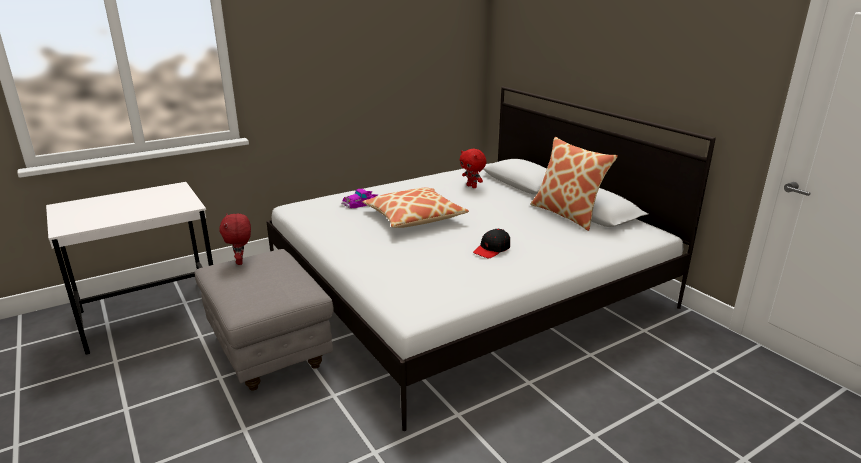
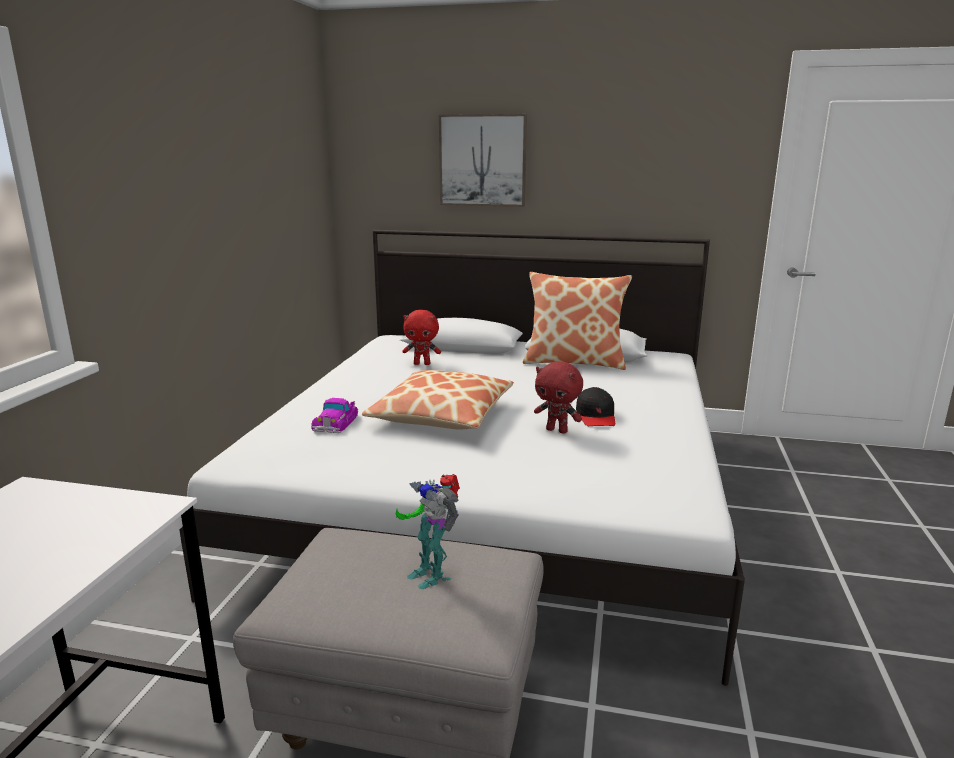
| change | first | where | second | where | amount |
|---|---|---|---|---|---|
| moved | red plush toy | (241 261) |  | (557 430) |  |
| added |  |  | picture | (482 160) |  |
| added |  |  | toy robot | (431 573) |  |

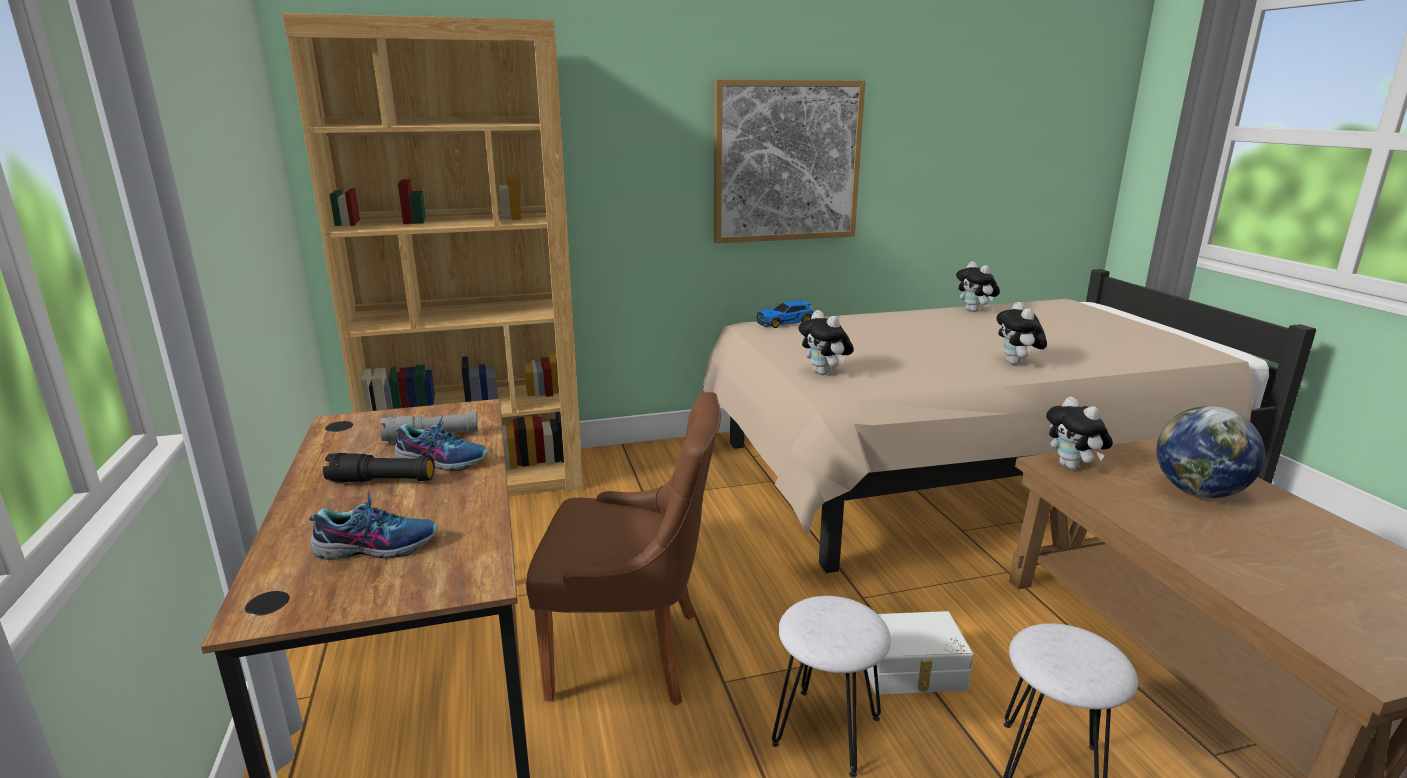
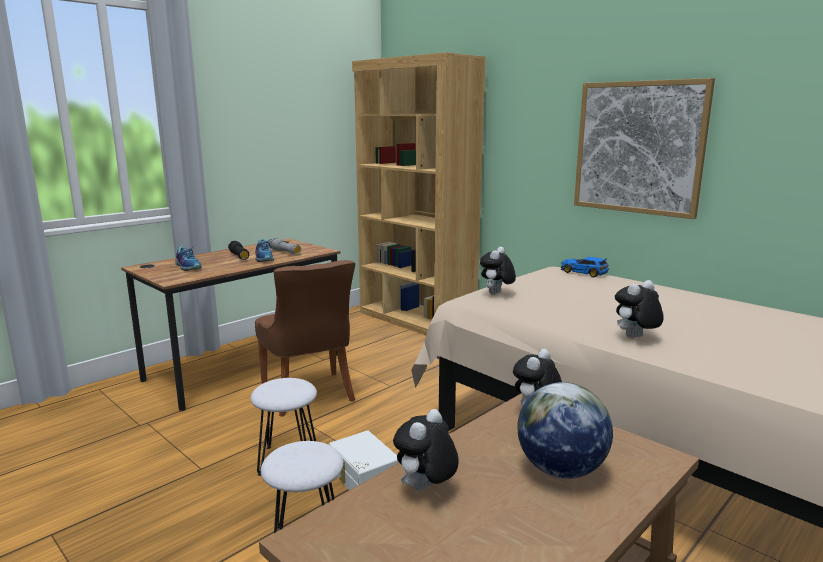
| change | first | where | second | where | amount |
|---|---|---|---|---|---|
| moved | plush toy | (974 311) |  | (425 489) |  |

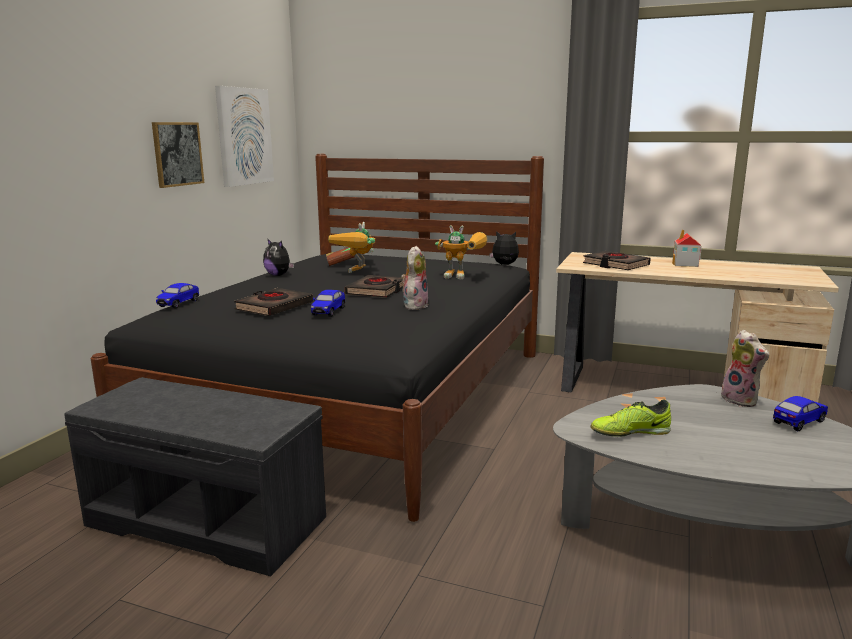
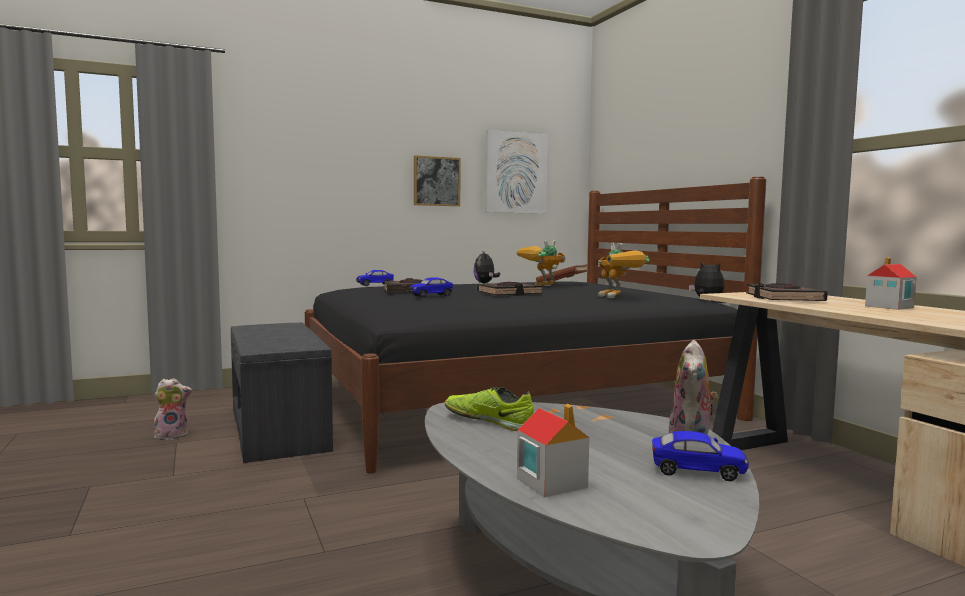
| change | first | where | second | where | amount |
|---|---|---|---|---|---|
| moved | plush toy | (414 305) |  | (172 435) |  |
| added |  |  | toy house | (551 482) |  |

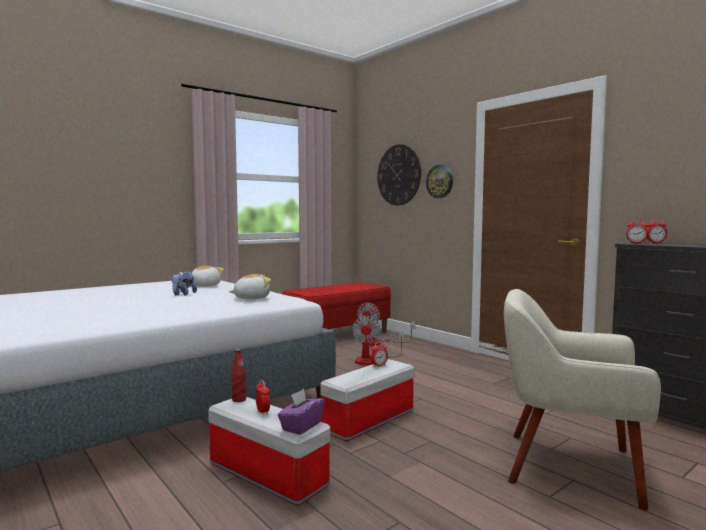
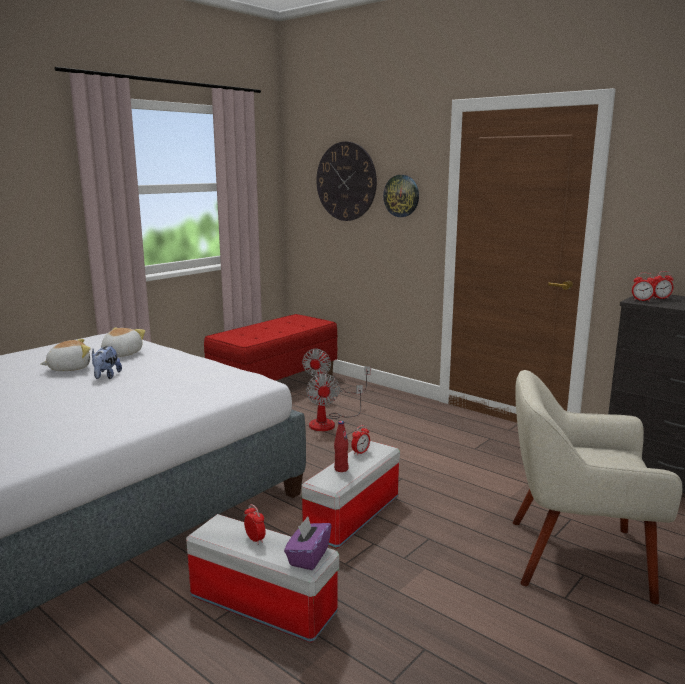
| change | first | where | second | where | amount |
|---|---|---|---|---|---|
| moved | plush toy | (251 298) |  | (69 368) |  |
| moved | red bottle | (239 399) |  | (341 469) |  |

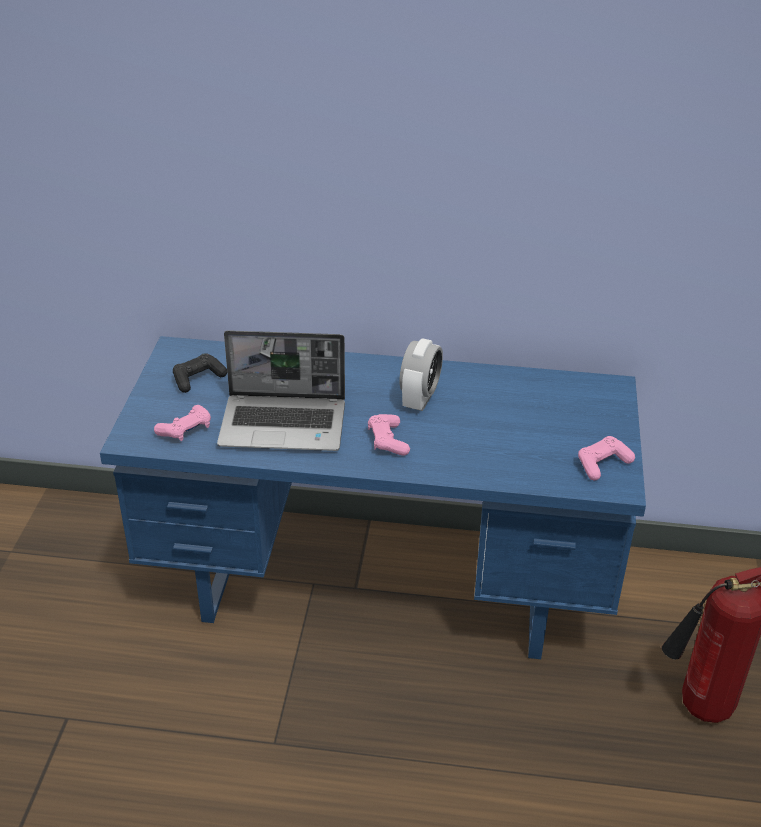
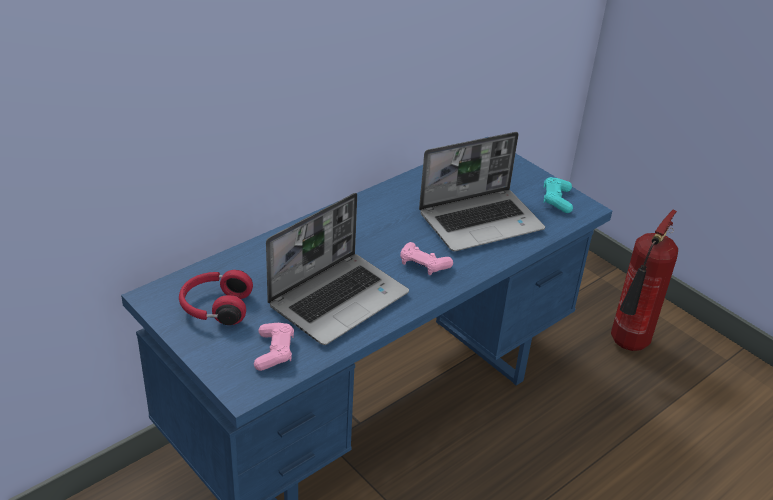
| change | first | where | second | where | amount |
|---|---|---|---|---|---|
| removed | alarm clock | (419 399) |  |  |  |
| replaced | black game controller | (198 379) | red headphones | (215 308) |  |
| recoloured | pink game controller | (602 464) | turquoise game controller | (556 200) |  |
| added |  |  | laptop | (481 221) |  |

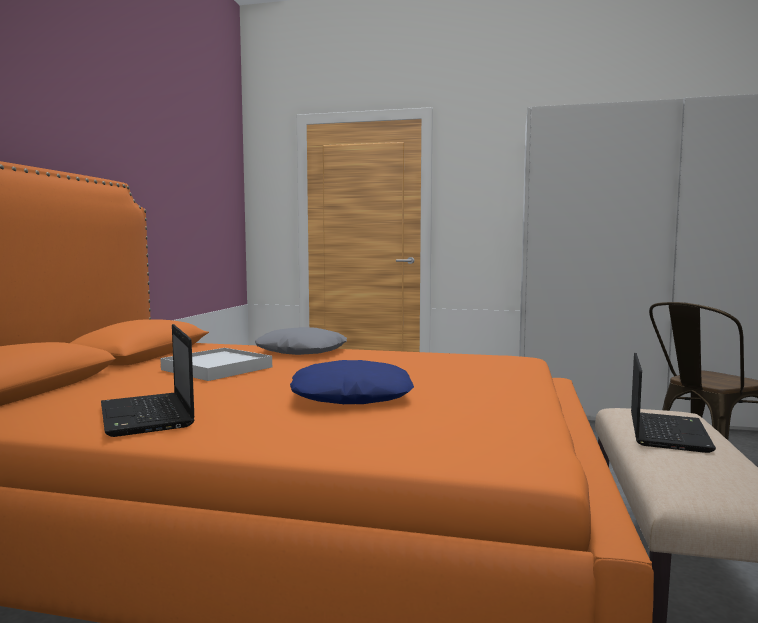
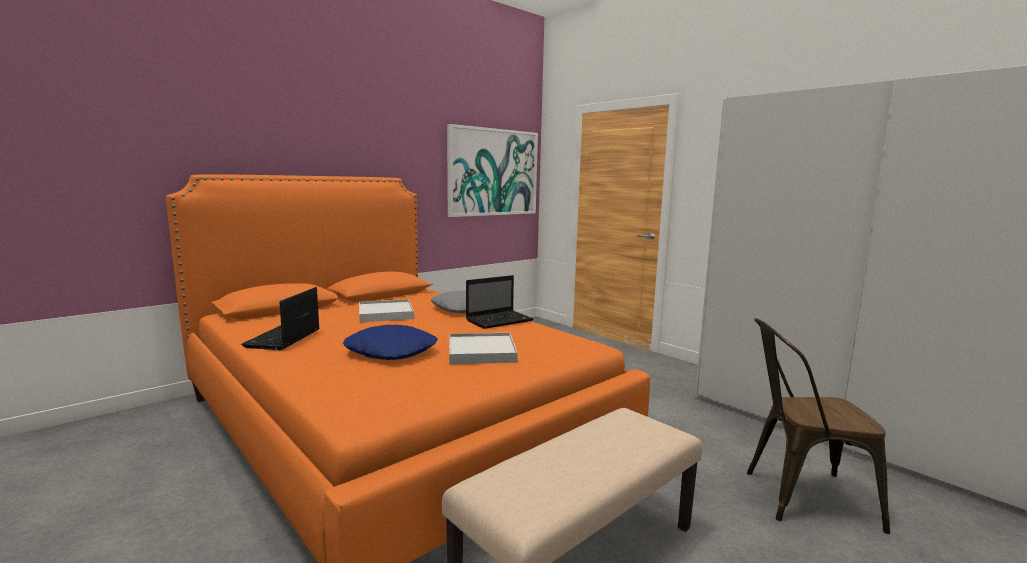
| change | first | where | second | where | amount |
|---|---|---|---|---|---|
| moved | laptop | (666 432) |  | (500 320) |  |
| added |  |  | picture | (493 172) |  |
| added |  |  | white tray | (481 352) |  |

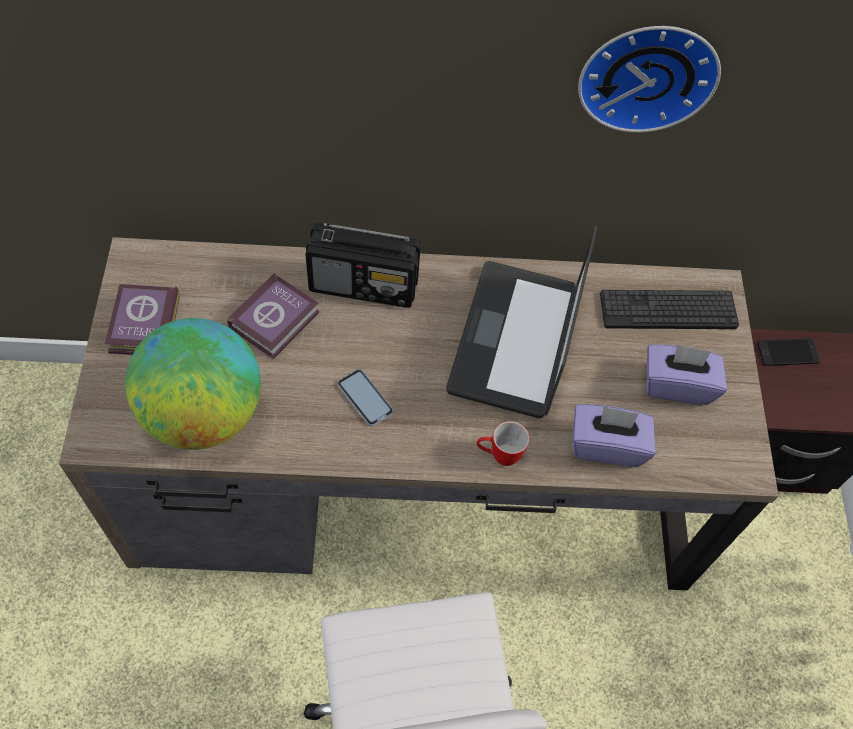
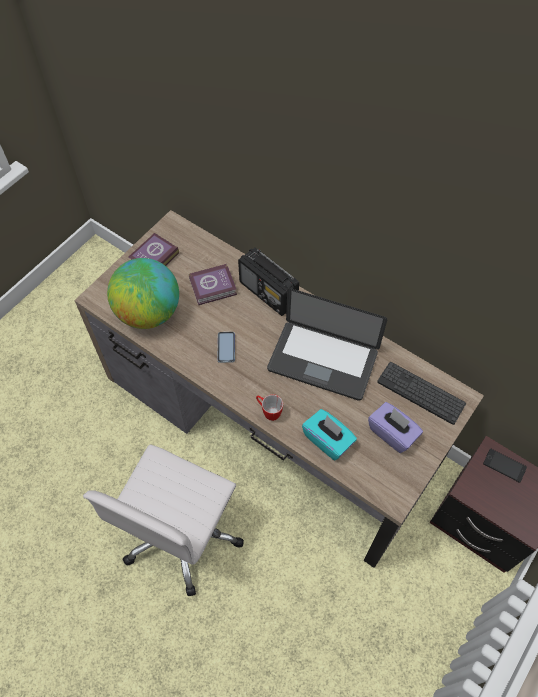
| change | first | where | second | where | amount |
|---|---|---|---|---|---|
| removed | wall clock | (647 73) |  |  |  |
| turned | laptop | (514 340) |  | (322 361) | 120 degrees counterclockwise |
| recoloured | purple tissue box | (606 445) | turquoise tissue box | (328 440) |  |

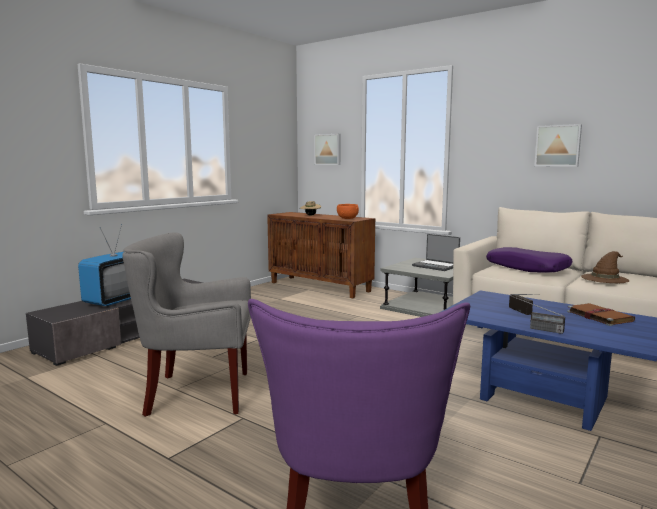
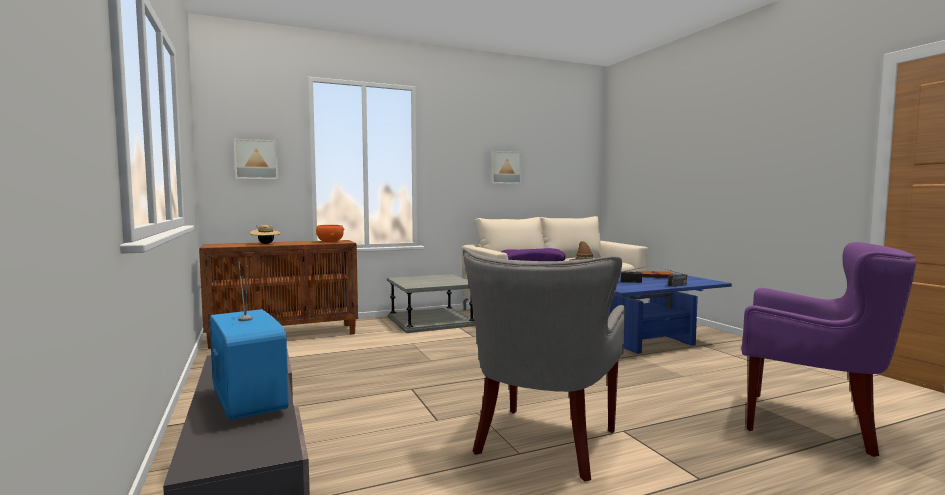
| change | first | where | second | where | amount |
|---|---|---|---|---|---|
| removed | laptop | (435 266) |  |  |  |

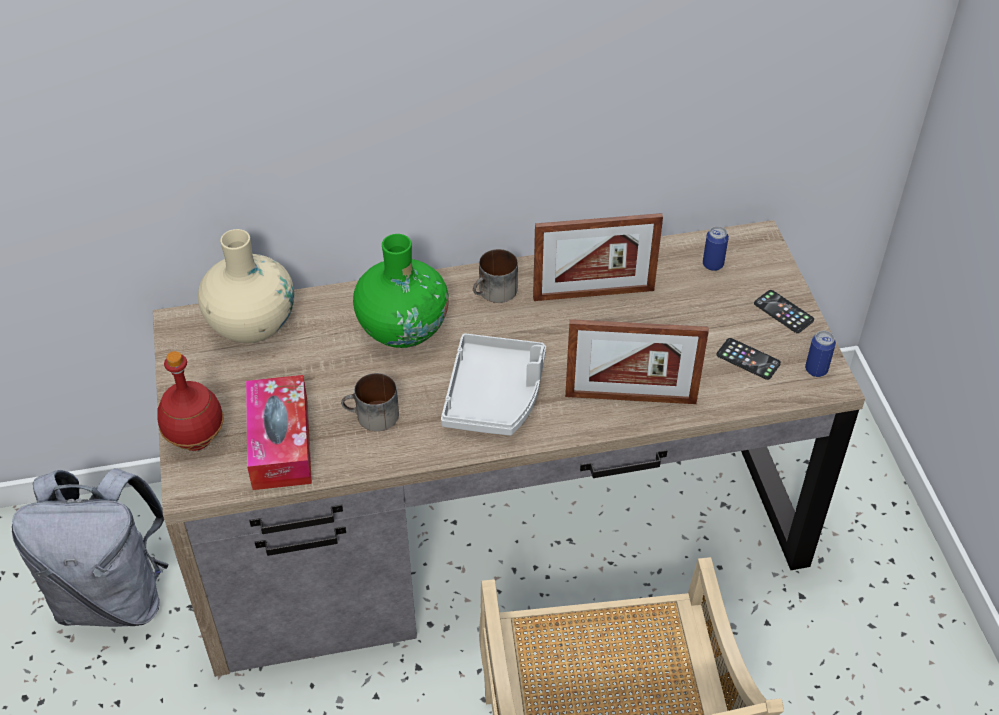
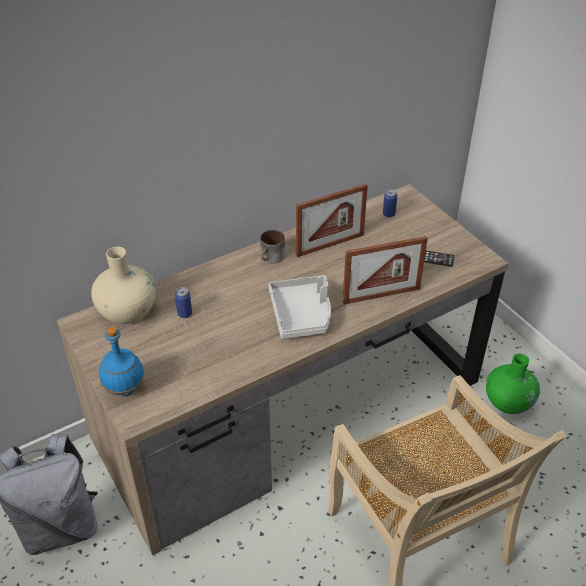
| change | first | where | second | where | amount |
|---|---|---|---|---|---|
| moved | green vase | (403 328) |  | (508 402) |  |
| removed | phone | (783 312) |  |  |  |
| moved | can | (816 370) |  | (184 314) |  |
| recoloured | red bottle | (197 440) | blue bottle | (125 389) |  |
| removed | mug | (372 417) |  |  |  |
| removed | tissue box | (280 443) |  |  |  |

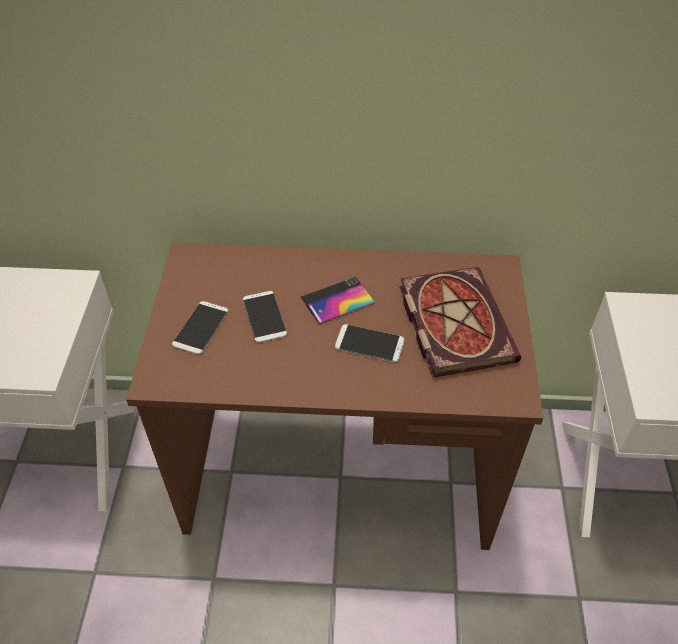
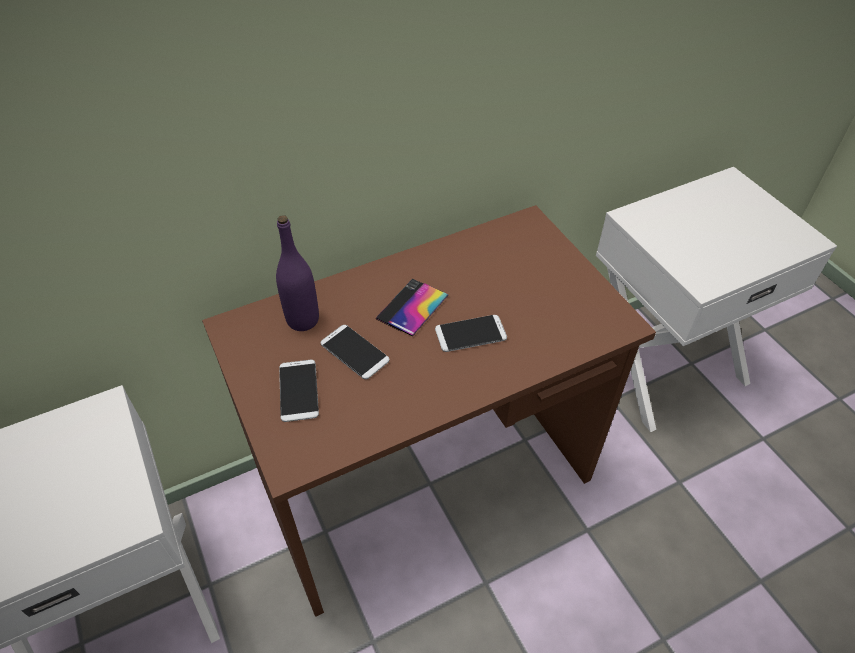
| change | first | where | second | where | amount |
|---|---|---|---|---|---|
| removed | book | (452 322) |  |  |  |
| added |  |  | purple bottle | (303 320) |  |

